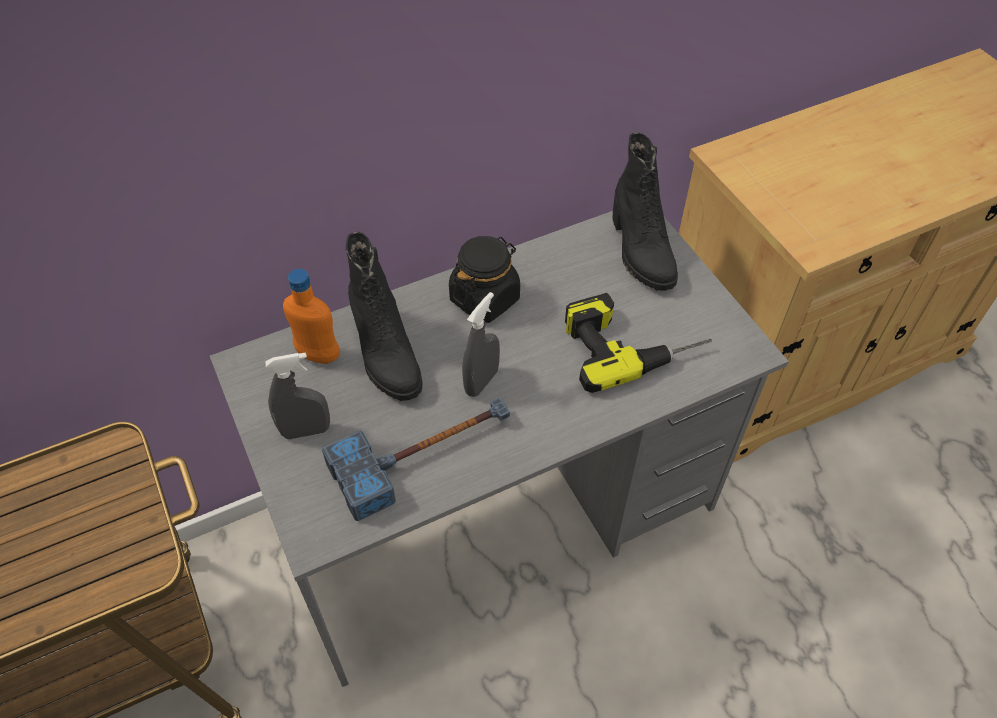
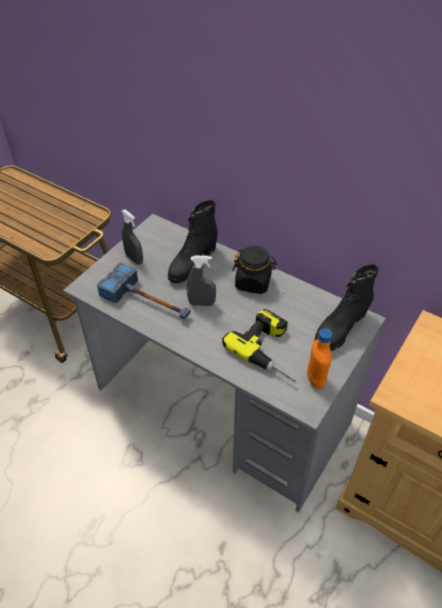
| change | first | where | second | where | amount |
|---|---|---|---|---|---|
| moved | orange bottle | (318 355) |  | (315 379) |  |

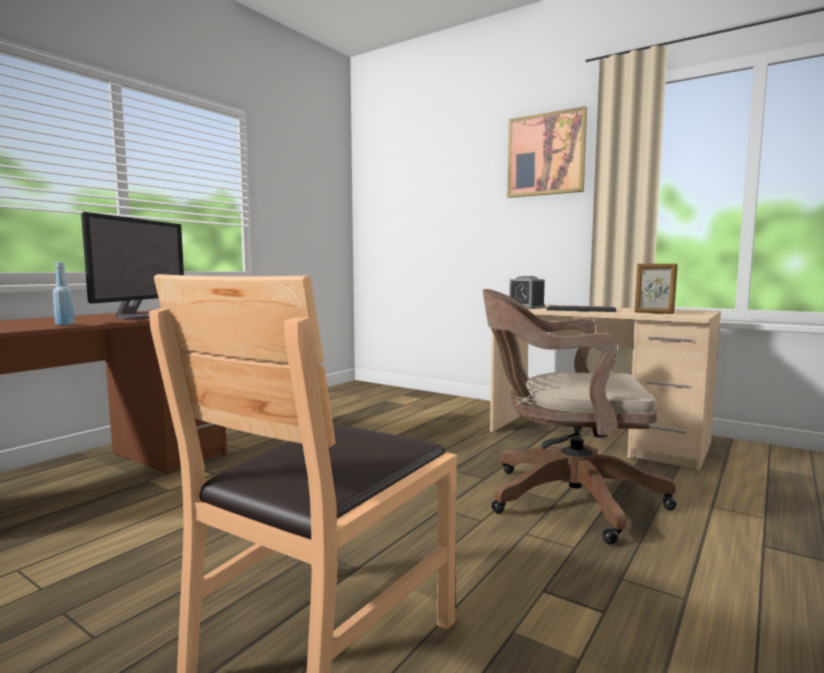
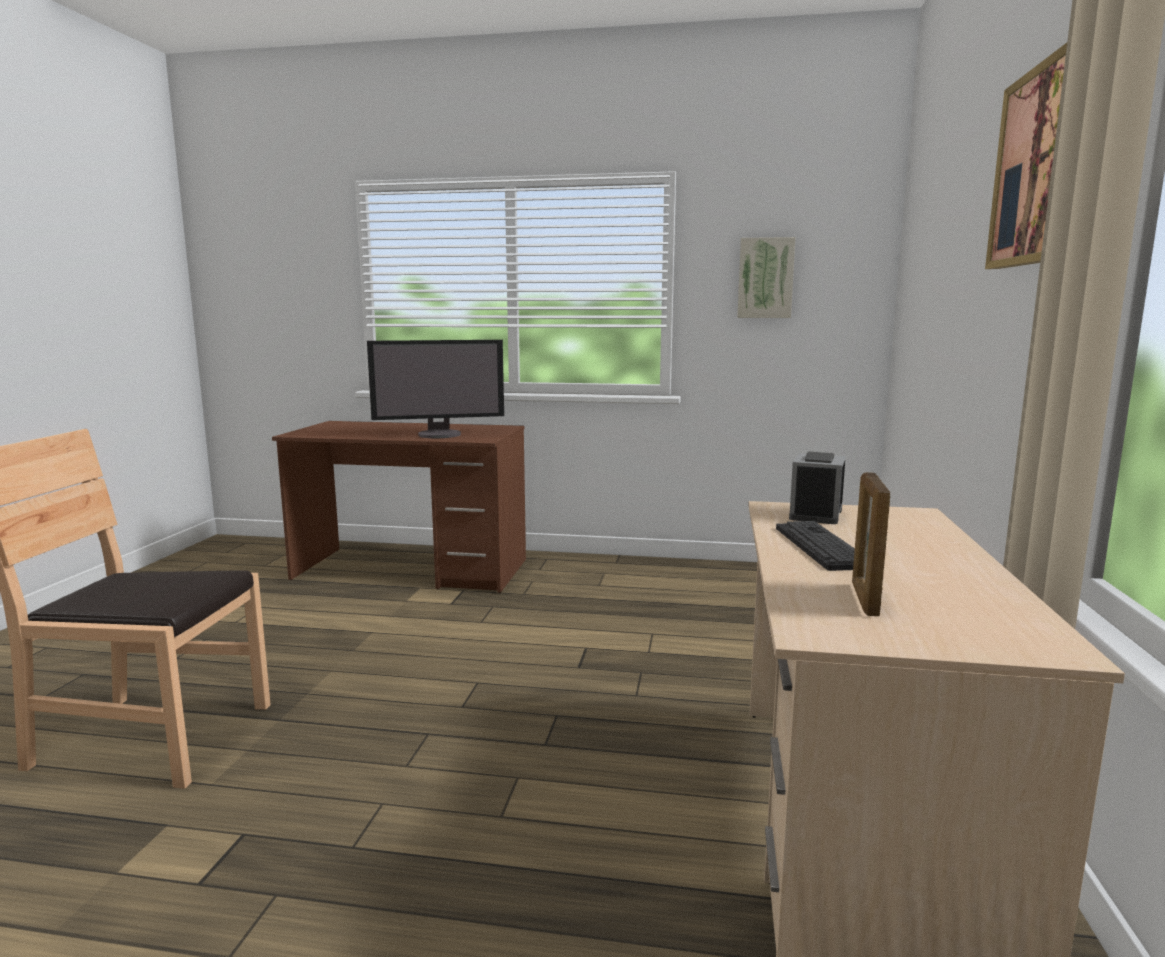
| change | first | where | second | where | amount |
|---|---|---|---|---|---|
| removed | blue bottle | (65 324) |  |  |  |
| removed | brown office chair | (563 498) |  |  |  |
| added |  |  | picture | (765 278) |  |

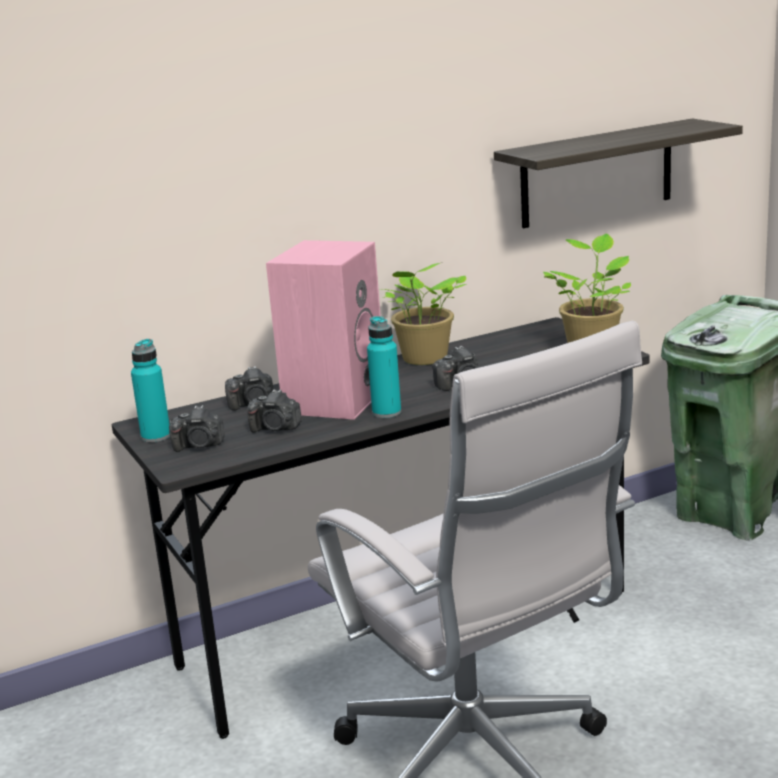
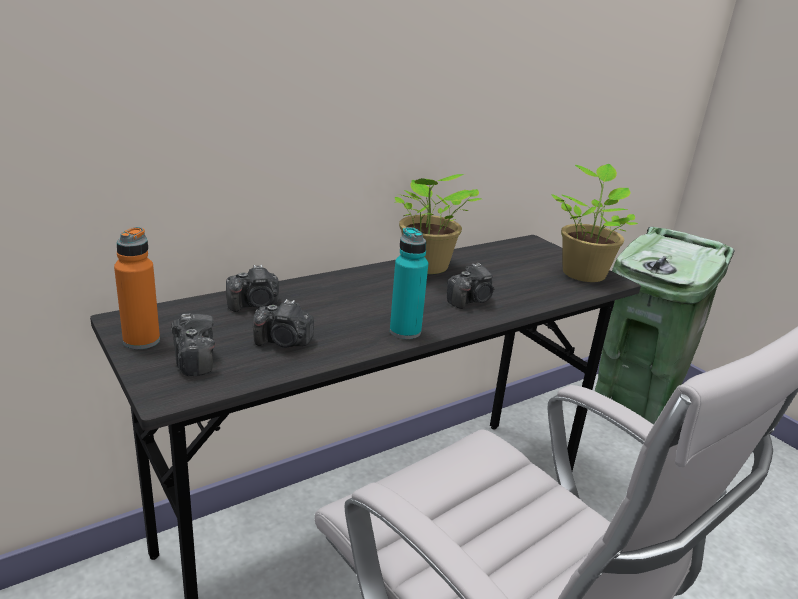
| change | first | where | second | where | amount |
|---|---|---|---|---|---|
| removed | shelf | (597 173) |  |  |  |
| removed | pink speaker | (334 399) |  |  |  |
| recoloured | turquoise bottle | (156 436) | orange bottle | (141 341) |  |
| turned | photo camera | (199 445) |  | (193 360) | 105 degrees counterclockwise |

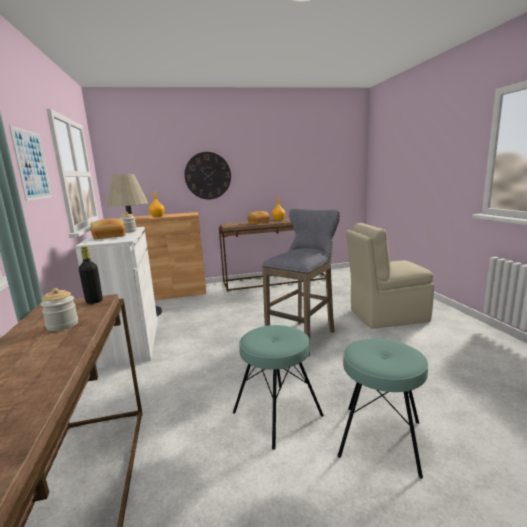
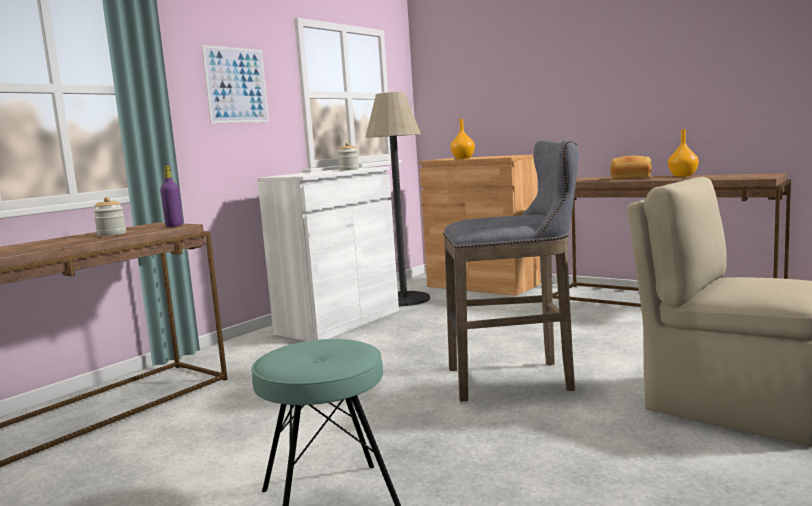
| change | first | where | second | where | amount |
|---|---|---|---|---|---|
| removed | wall clock | (208 176) |  |  |  |
| removed | bread | (109 237) |  |  |  |
| recoloured | black bottle | (94 301) | purple bottle | (174 226) |  |
| removed | turquoise stool | (277 414) |  |  |  |

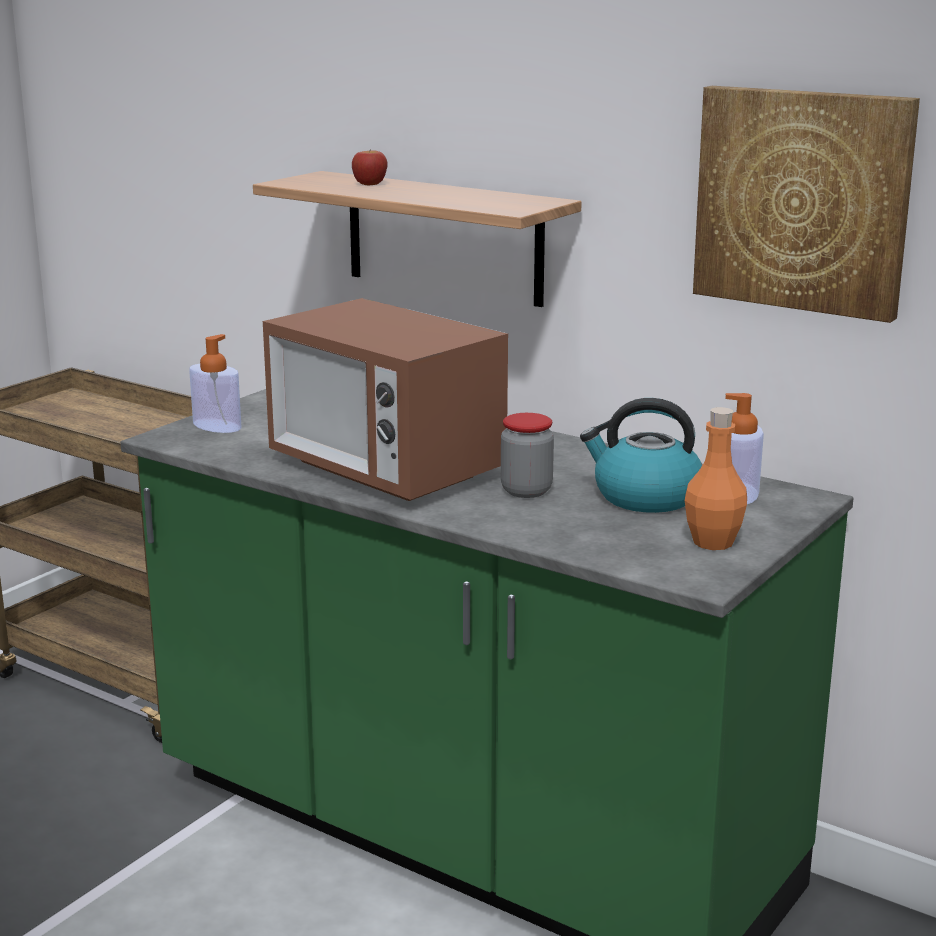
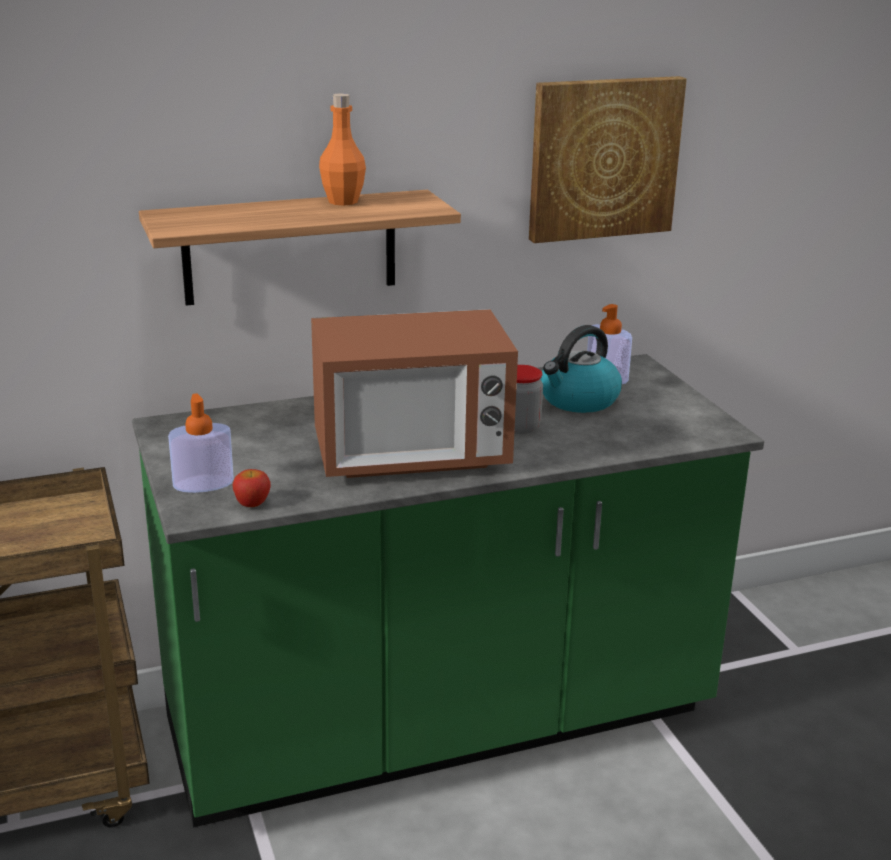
| change | first | where | second | where | amount |
|---|---|---|---|---|---|
| moved | apple | (370 184) |  | (252 503) |  |
| moved | orange bottle | (713 542) |  | (343 201) |  |

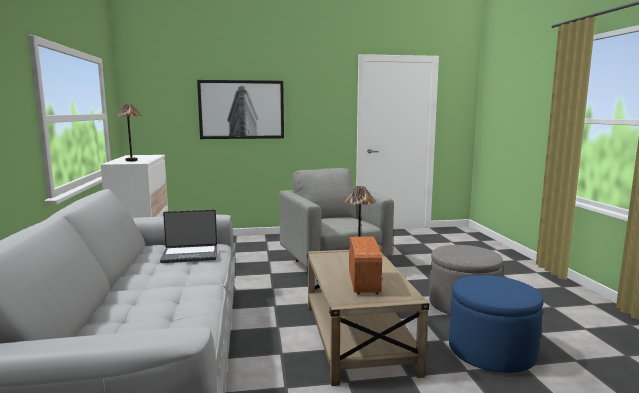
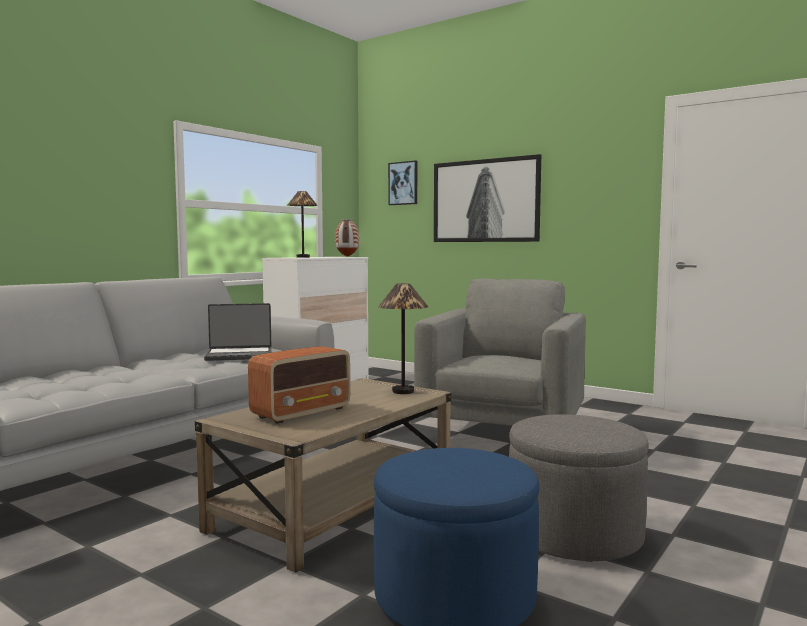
| change | first | where | second | where | amount |
|---|---|---|---|---|---|
| turned | laptop | (190 255) |  | (239 355) | 45 degrees counterclockwise |
| added |  |  | picture | (403 183) |  |
| added |  |  | vase | (347 256) |  |

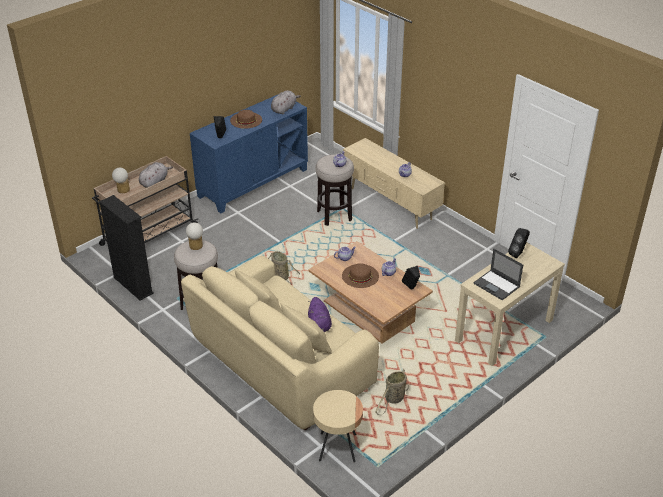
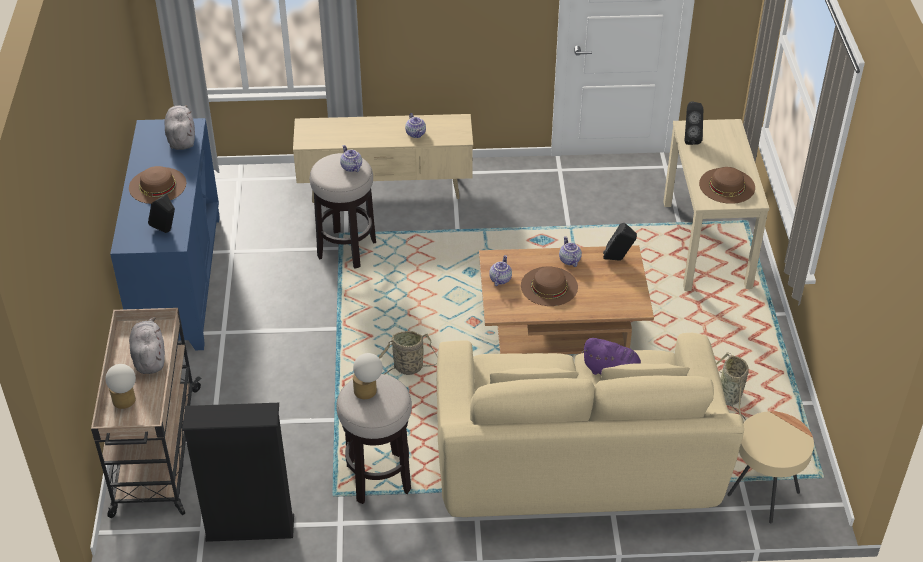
| change | first | where | second | where | amount |
|---|---|---|---|---|---|
| replaced | laptop | (497 285) | brown hat | (727 185) |  |

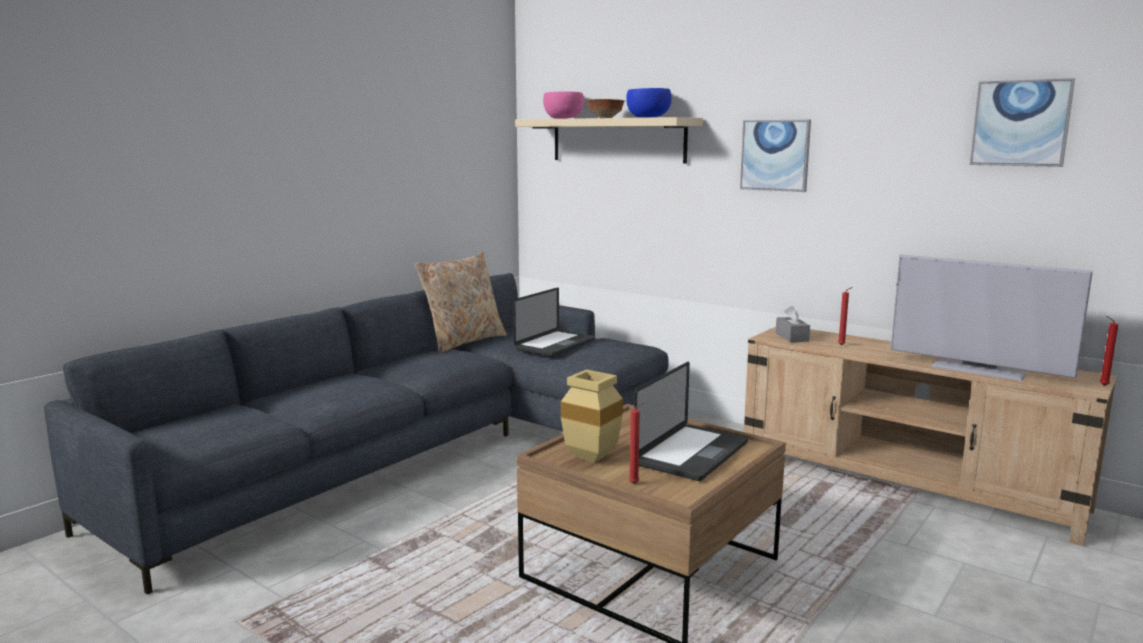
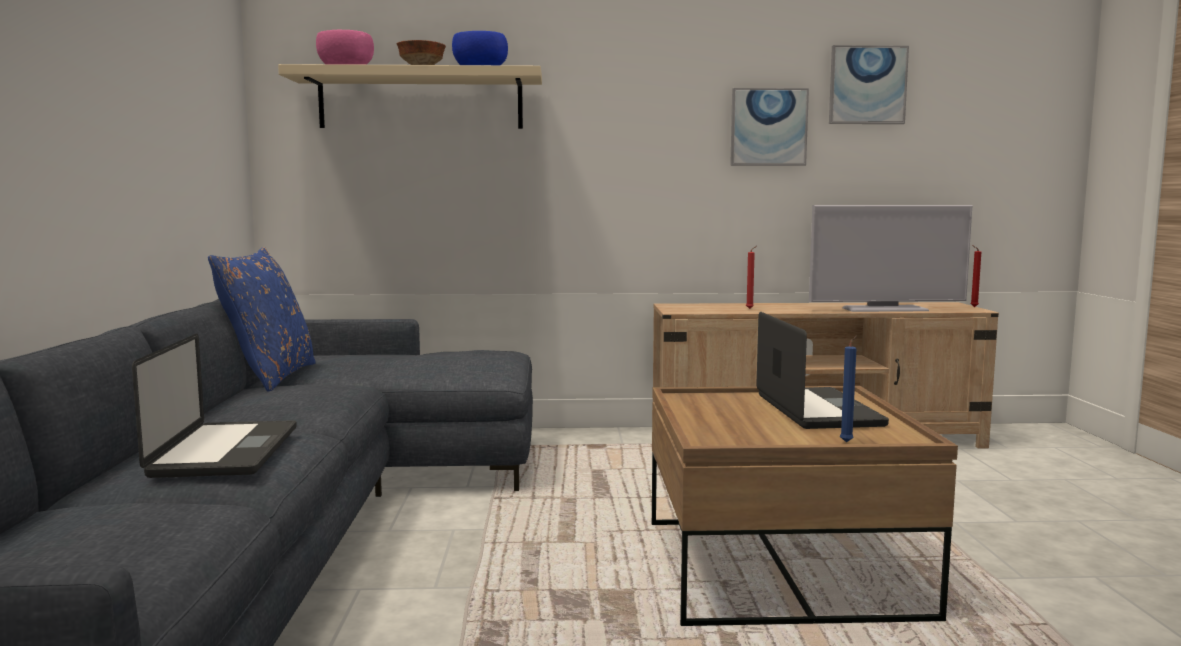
| change | first | where | second | where | amount |
|---|---|---|---|---|---|
| moved | picture | (775 155) |  | (768 127) |  |
| recoloured | beige pillow | (463 341) | blue pillow | (269 377) |  |
| moved | laptop | (555 345) |  | (226 451) |  |
| removed | grey tissue box | (791 337) |  |  |  |
| removed | beige vase | (594 458) |  |  |  |
| recoloured | red candle | (635 484) | blue candle | (847 442) |  |

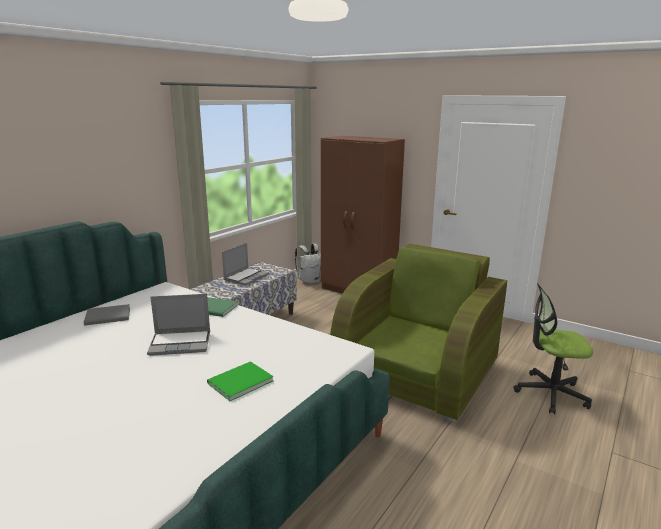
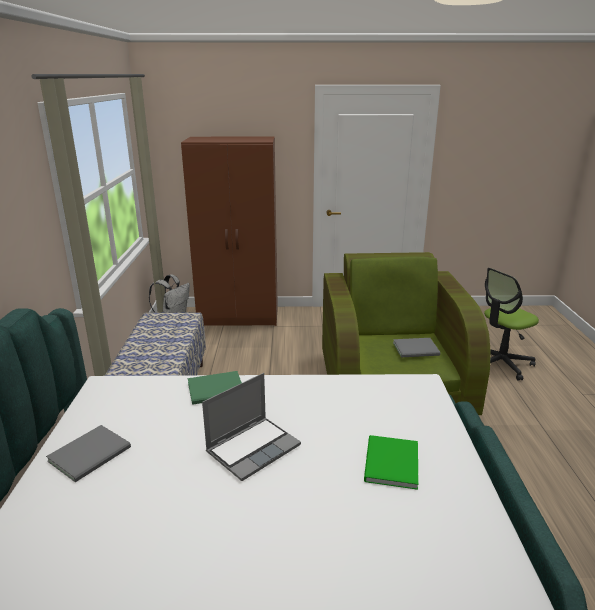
| change | first | where | second | where | amount |
|---|---|---|---|---|---|
| removed | laptop | (246 277) |  |  |  |
| added |  |  | grey book | (417 349) |  |

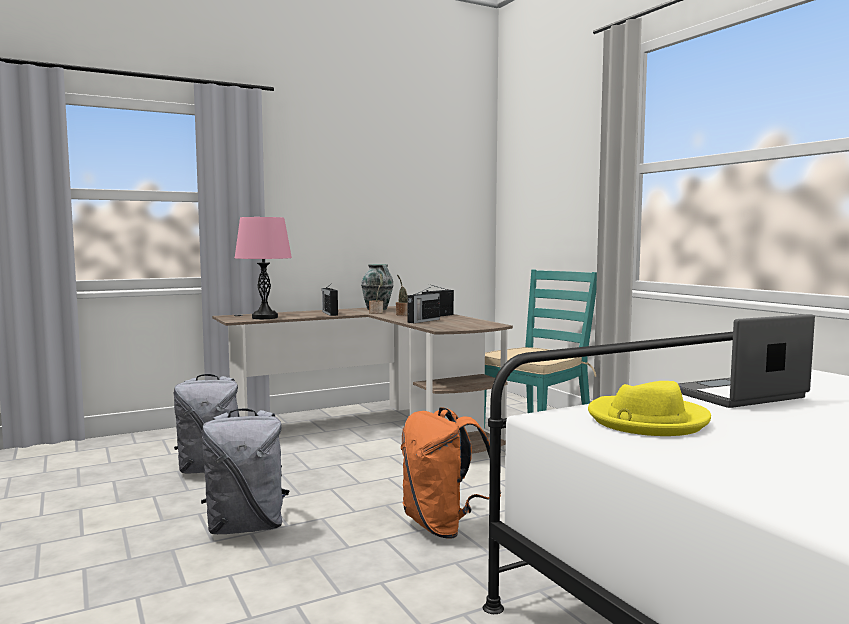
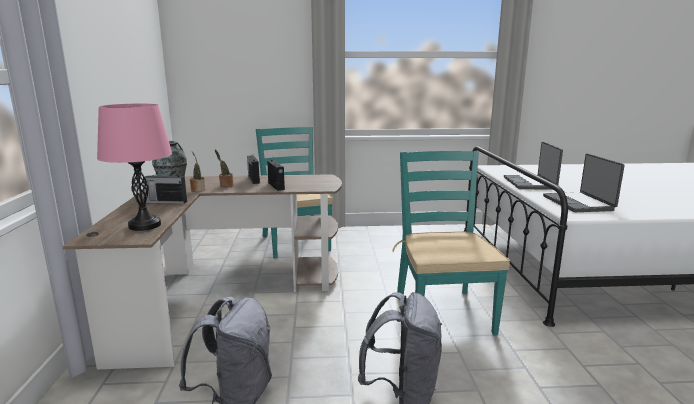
| change | first | where | second | where | amount |
|---|---|---|---|---|---|
| replaced | yellow hat | (646 421) | laptop | (579 203) |  |
| replaced | orange backpack | (444 526) | turquoise chair | (443 312) |  |

